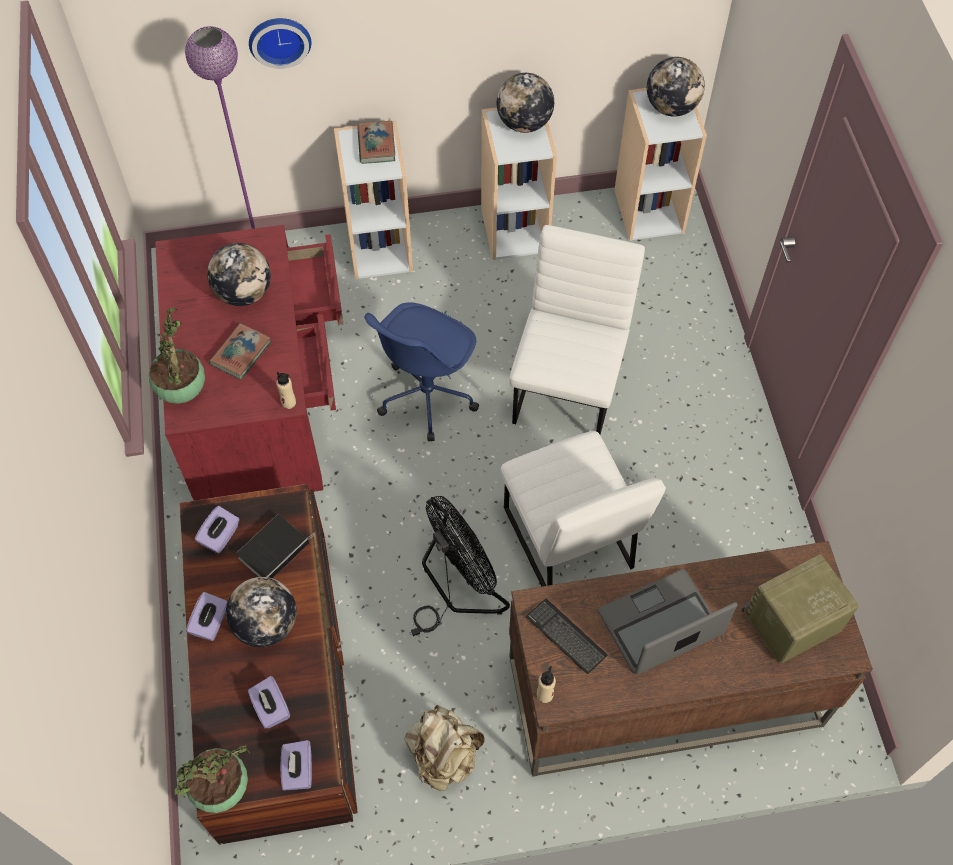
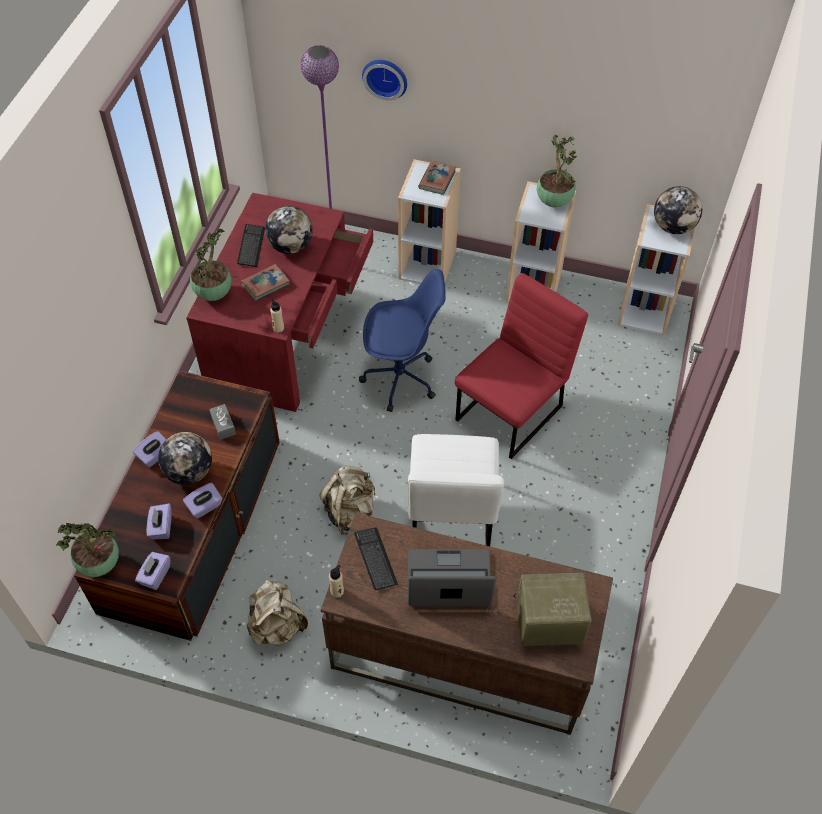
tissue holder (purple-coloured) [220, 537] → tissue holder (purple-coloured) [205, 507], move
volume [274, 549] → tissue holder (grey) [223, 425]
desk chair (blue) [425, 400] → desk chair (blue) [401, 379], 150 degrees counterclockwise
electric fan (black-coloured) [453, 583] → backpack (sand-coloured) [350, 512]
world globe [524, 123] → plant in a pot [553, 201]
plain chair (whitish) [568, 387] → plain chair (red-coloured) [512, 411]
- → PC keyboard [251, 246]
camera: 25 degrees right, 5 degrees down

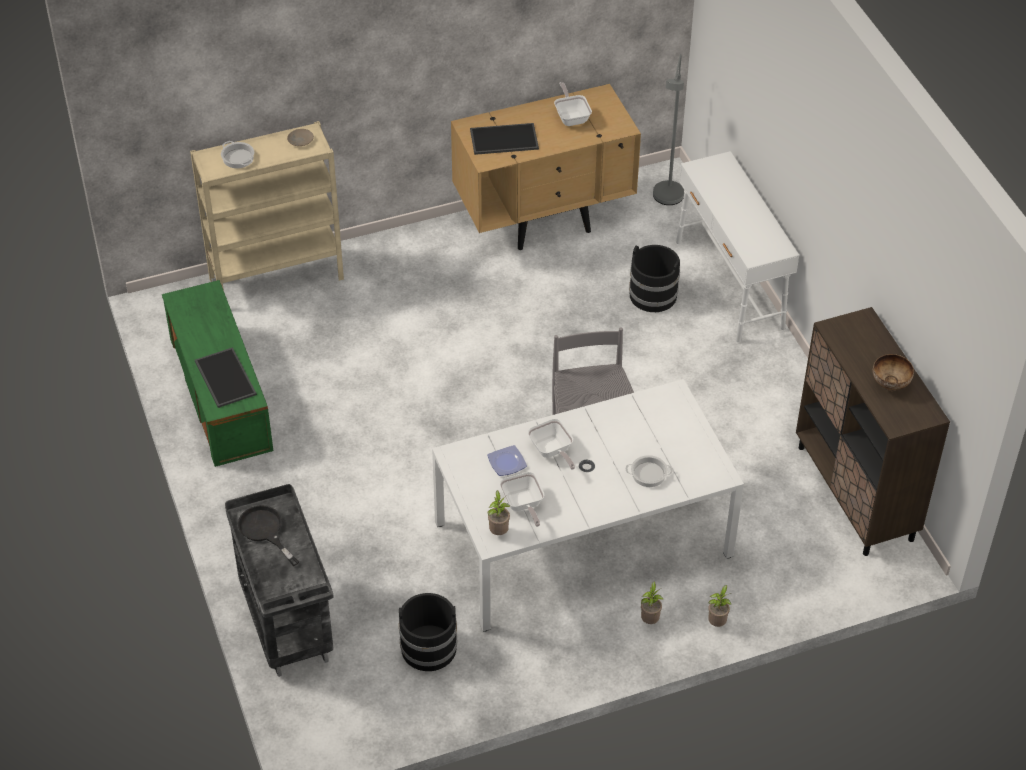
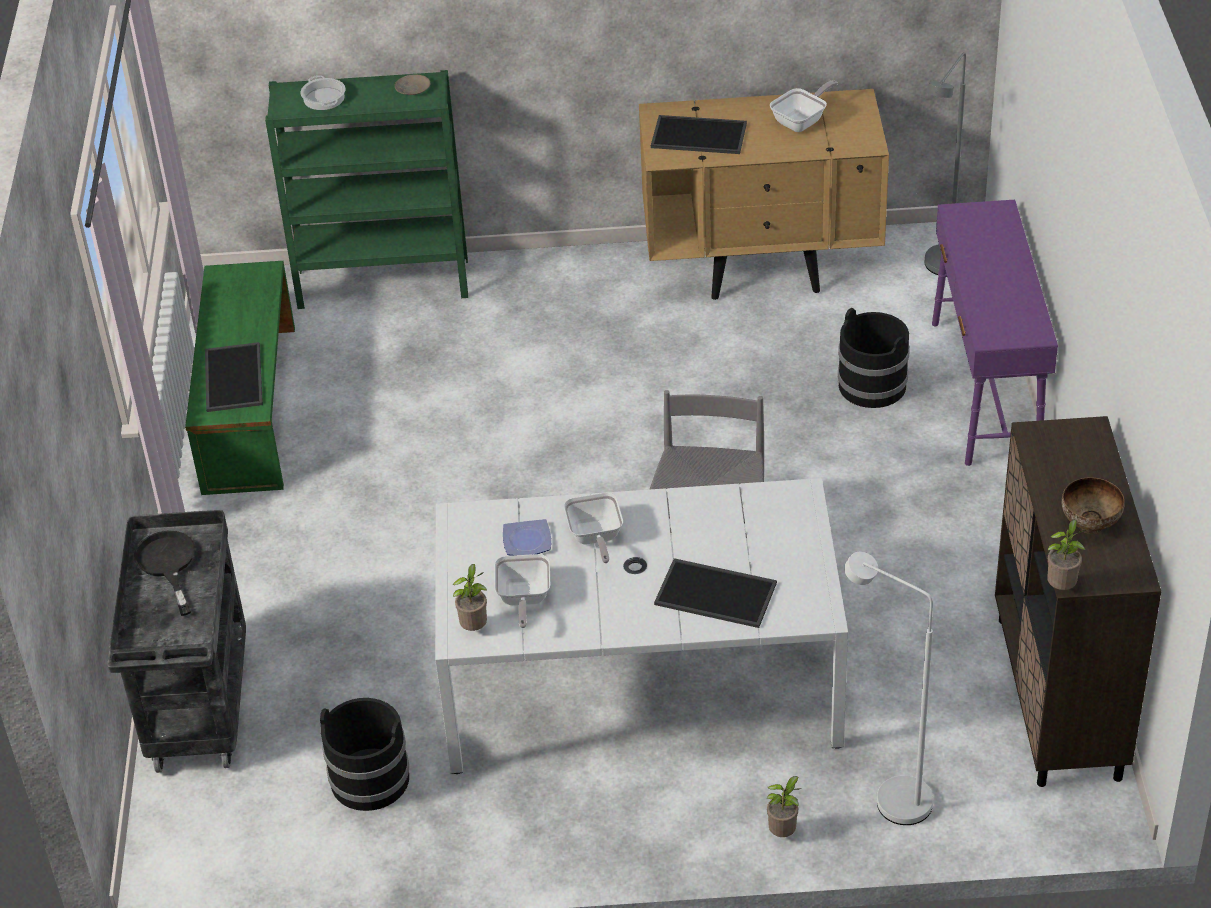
shelving unit (sand-coloured) [276, 278] → shelving unit (greenish) [383, 283]
frying pan [571, 117] → frying pan [802, 121], 45 degrees clockwise
stockpot [649, 474] → tray [717, 593]
plant in a pot [650, 620] → plant in a pot [1062, 587], move
narrow table (whitish) [728, 285] → narrow table (purple-coloured) [983, 390]
- → standing lamp (whitish) [890, 796]
camera: 20 degrees right, 5 degrees down

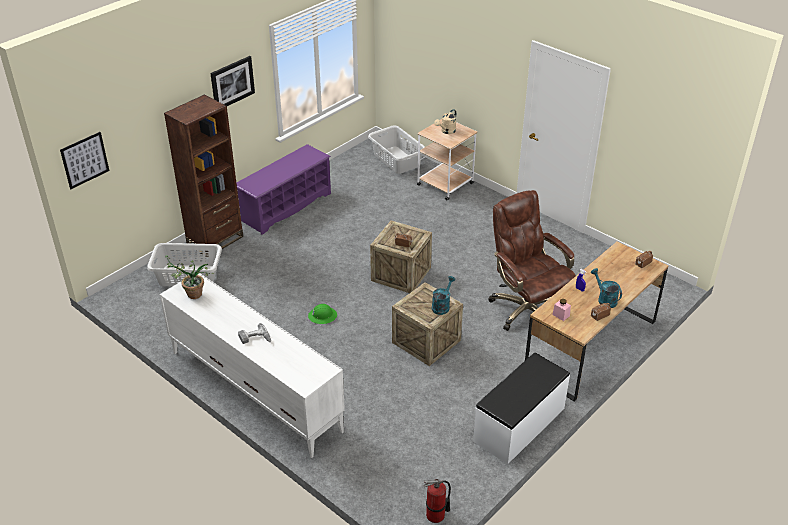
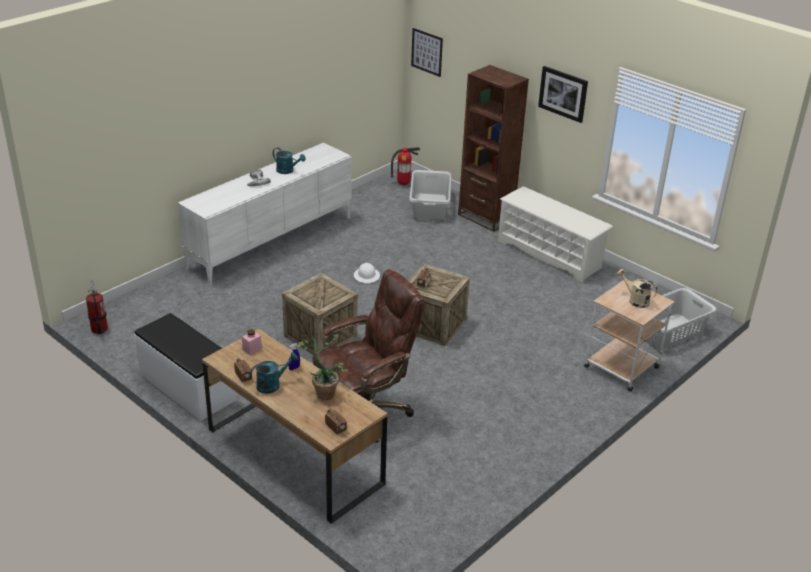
plant in a pot [190, 294] → plant in a pot [325, 391], move
shoe stand (purple-coloured) [286, 207] → shoe stand (whitish) [549, 255]
safety helmet (greenish) [322, 316] → safety helmet (whitish) [366, 276]
watering pot (turquoise-coloured) [442, 306] → watering pot (turquoise-coloured) [288, 171], move
- → fire extinguisher [403, 184]
camera: 90 degrees right, 5 degrees down

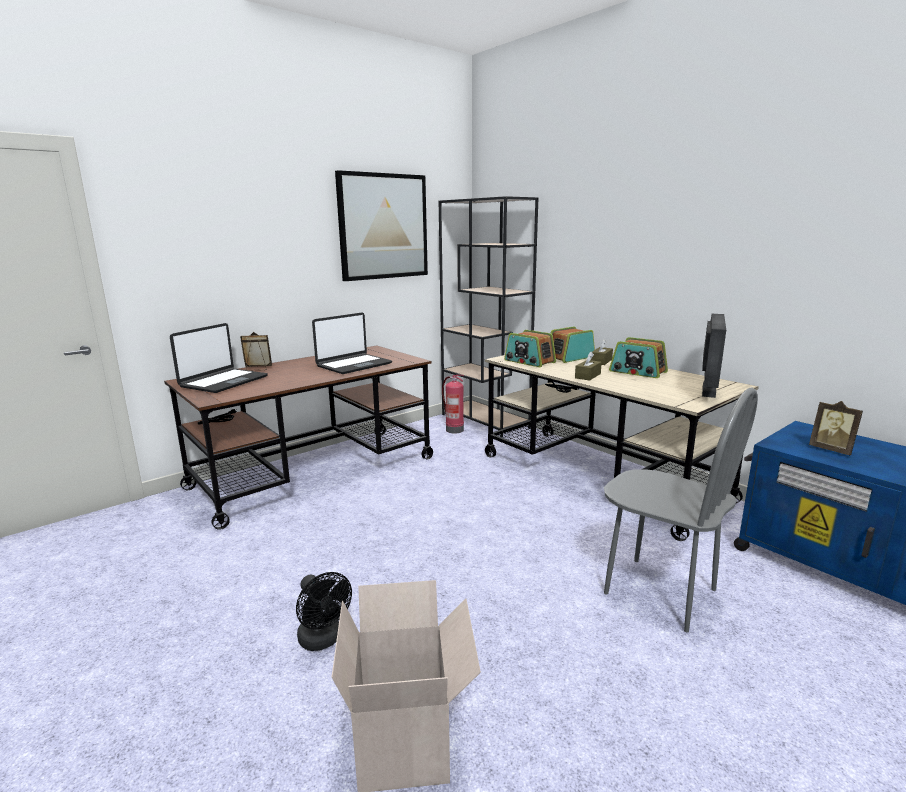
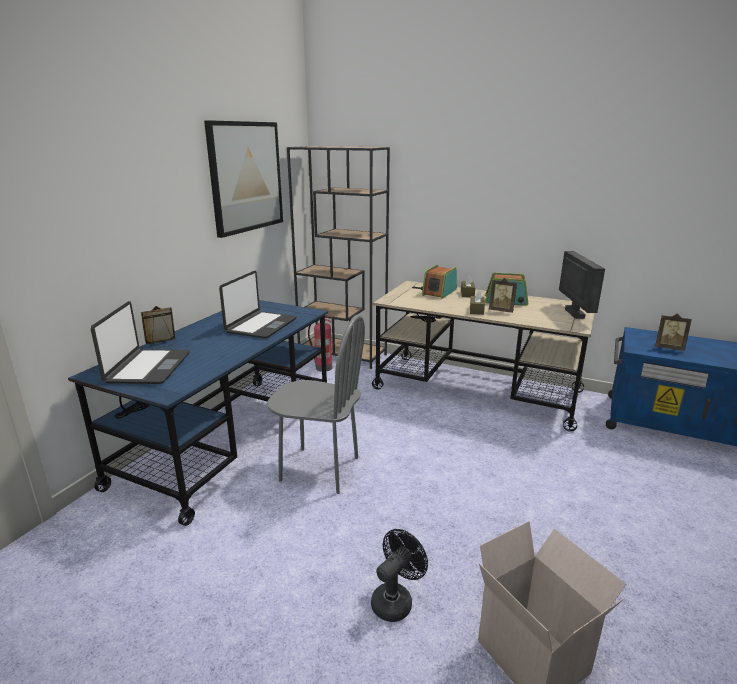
desk table (brown) [314, 473] → desk table (blue) [229, 439]
electric fan (black-coloured) [323, 640] → electric fan (black-coloured) [395, 600], 75 degrees counterclockwise
radio [529, 361] → -
plain chair (grey) [659, 592] → plain chair (grey) [319, 469], move
- → picture frame [501, 310]
camera: 25 degrees left, 5 degrees up

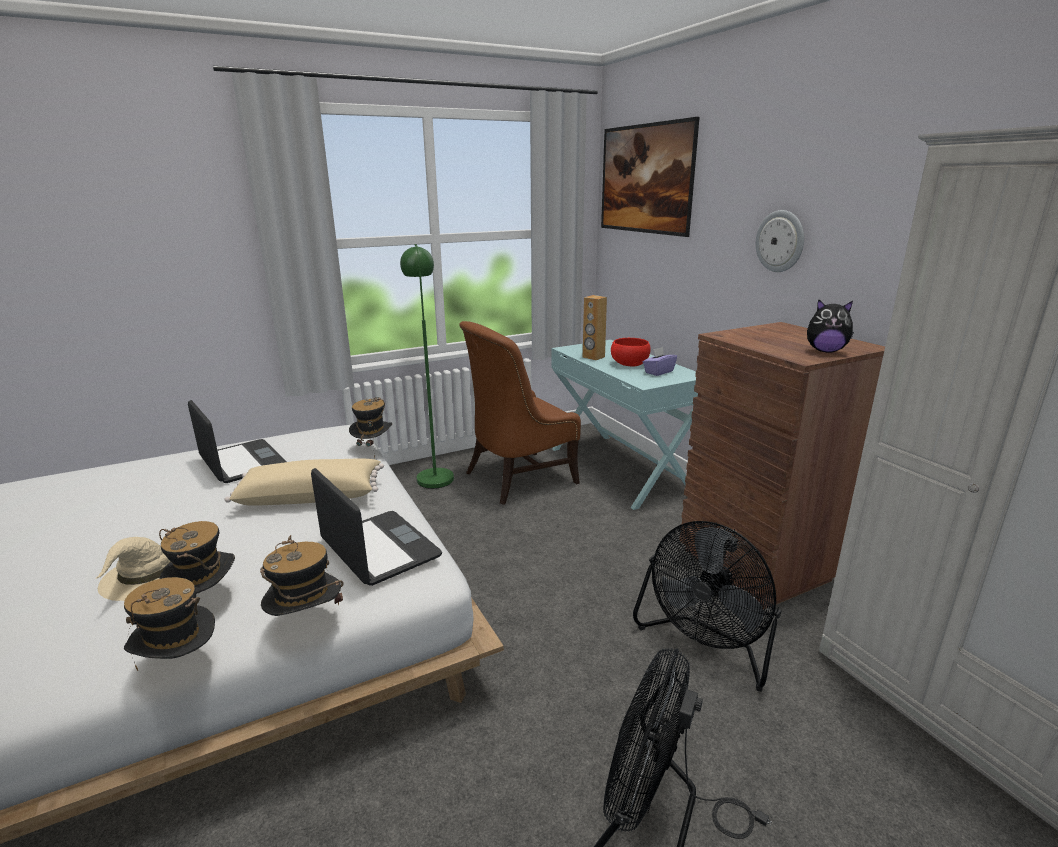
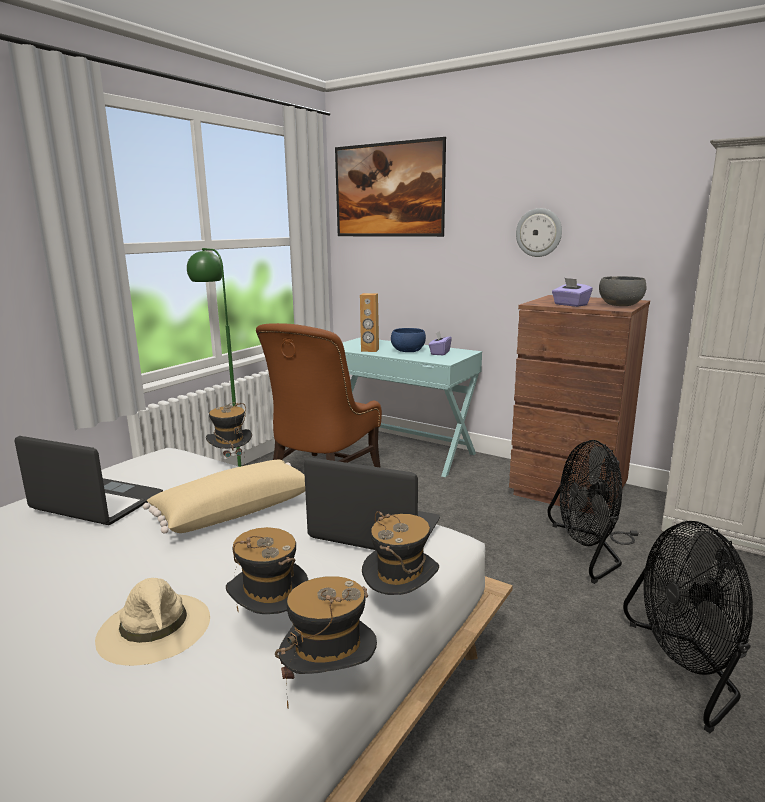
serving bowl (red-coloured) [629, 364] → serving bowl (blue) [408, 351]
electric fan (black-coloured) [703, 640] → electric fan (black-coloured) [591, 549], 75 degrees clockwise
cuddly toy [825, 351] → serving bowl (grey) [620, 305]
- → tissue holder (purple-coloured) [570, 305]
camera: 30 degrees left, 5 degrees down

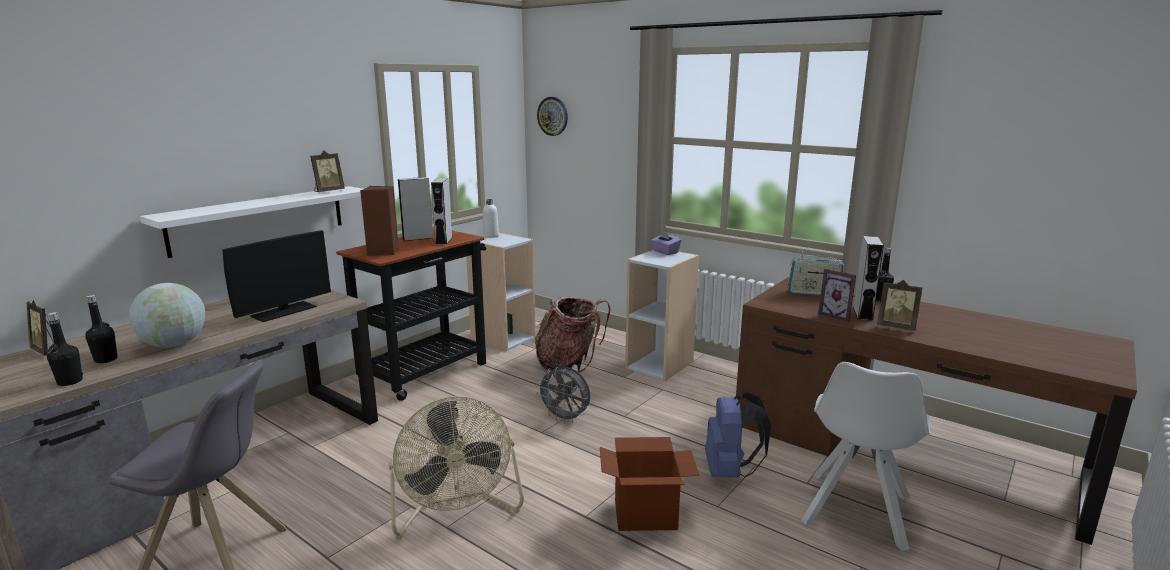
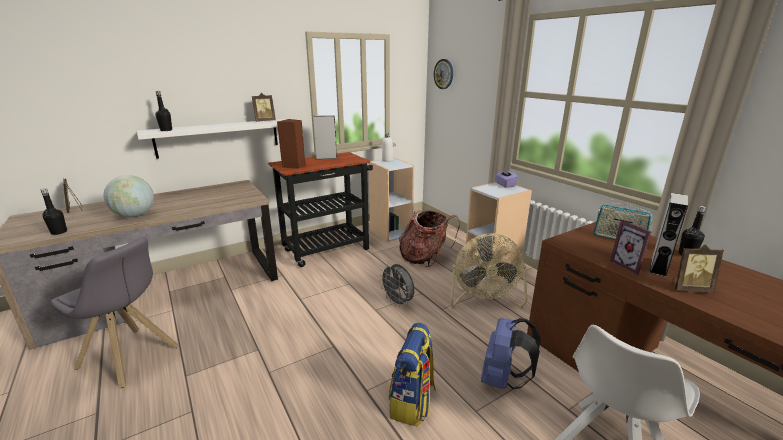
drink bottle (black-coloured) [106, 360] → drink bottle (black-coloured) [166, 130], move
monitor [284, 311] → -
electric fan (sand-coloured) [451, 511] → electric fan (sand-coloured) [481, 299], move
speaker (grey) [443, 240] → -
carton [646, 515] → backpack [412, 403]
picture frame [896, 327] → picture frame [689, 288], 45 degrees counterclockwise
camera: 20 degrees right, 5 degrees up

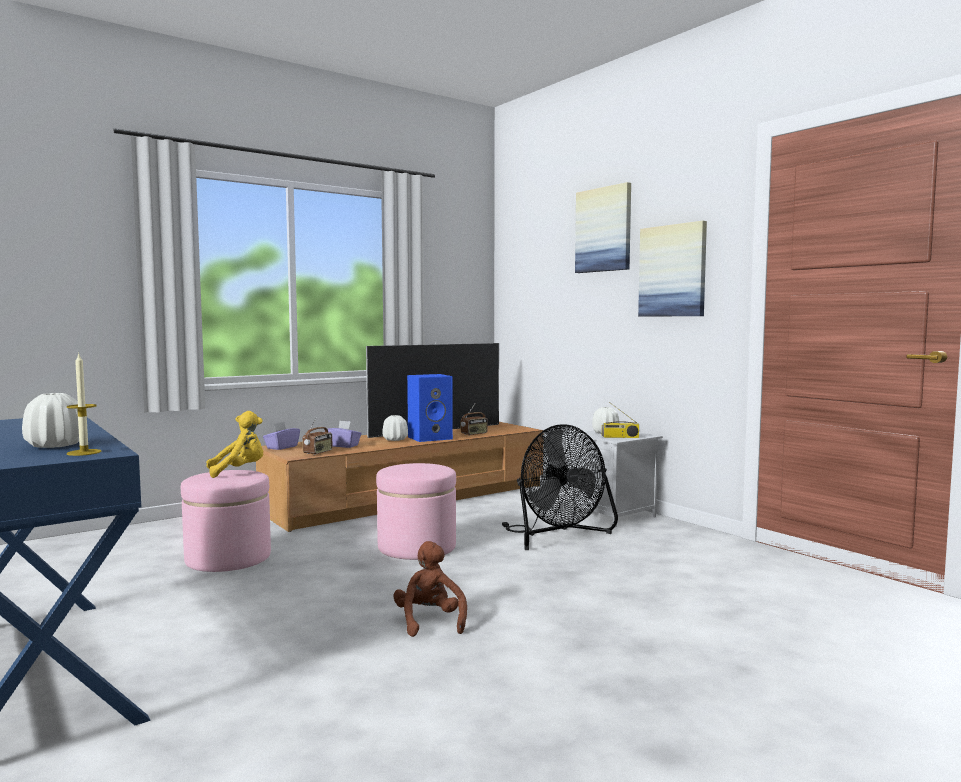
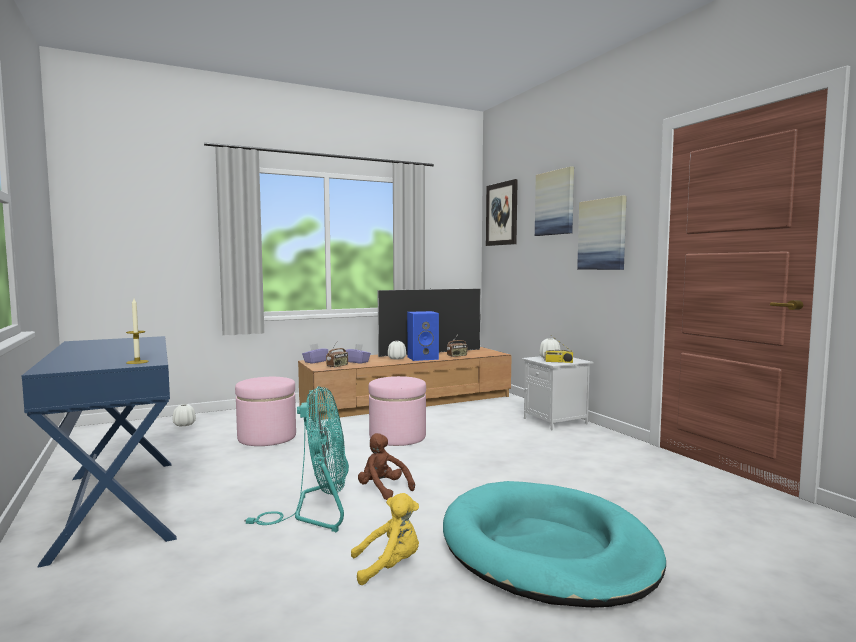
flower vase (whitish) [55, 445] → flower vase (whitish) [184, 424], move
cuddly toy (yellow) [239, 471] → cuddly toy (yellow) [389, 566], move
cuddly toy (brown) [430, 622] → cuddly toy (brown) [383, 490], 45 degrees counterclockwise
electric fan (black-coloured) [553, 536] → -
- → electric fan (turquoise-coloured) [315, 508]
- → dog bed (turquoise-coloured) [547, 549]
- → wall picture [502, 214]
camera: 10 degrees right, 0 degrees up

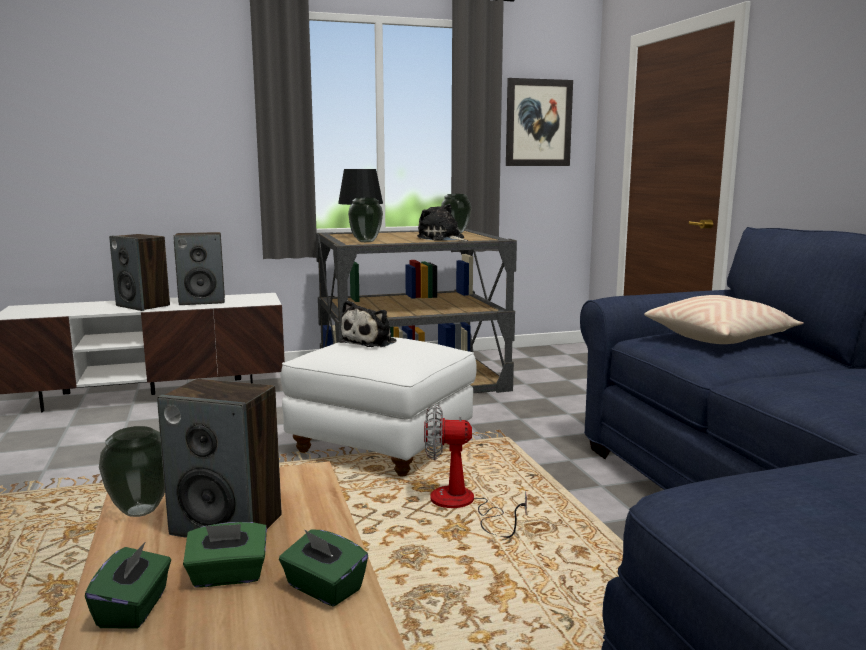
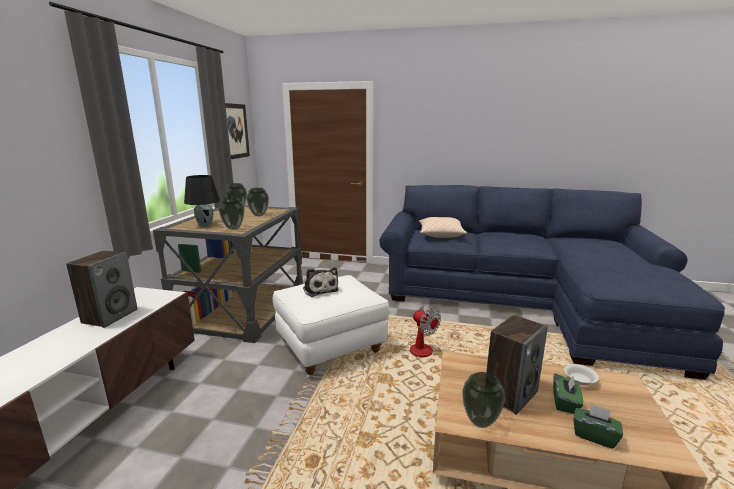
speaker [143, 306] → -
tissue holder (greenish) [323, 588] → serving bowl (whitish) [579, 380]
cuddly toy [442, 239] → flower vase [259, 215]
electric fan [462, 506] → electric fan [421, 346], 75 degrees counterclockwise
camera: 60 degrees left, 5 degrees up

